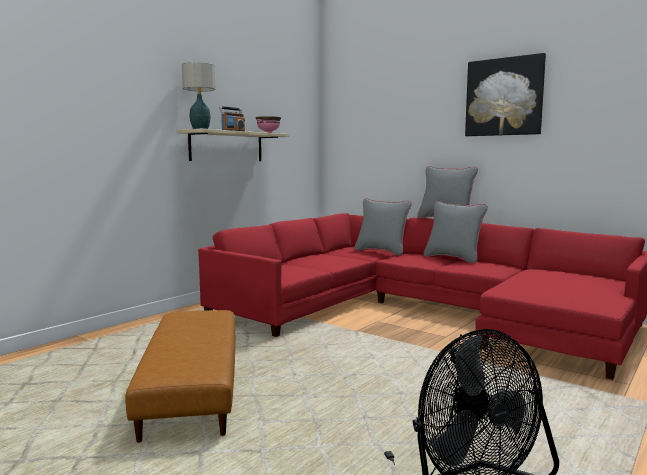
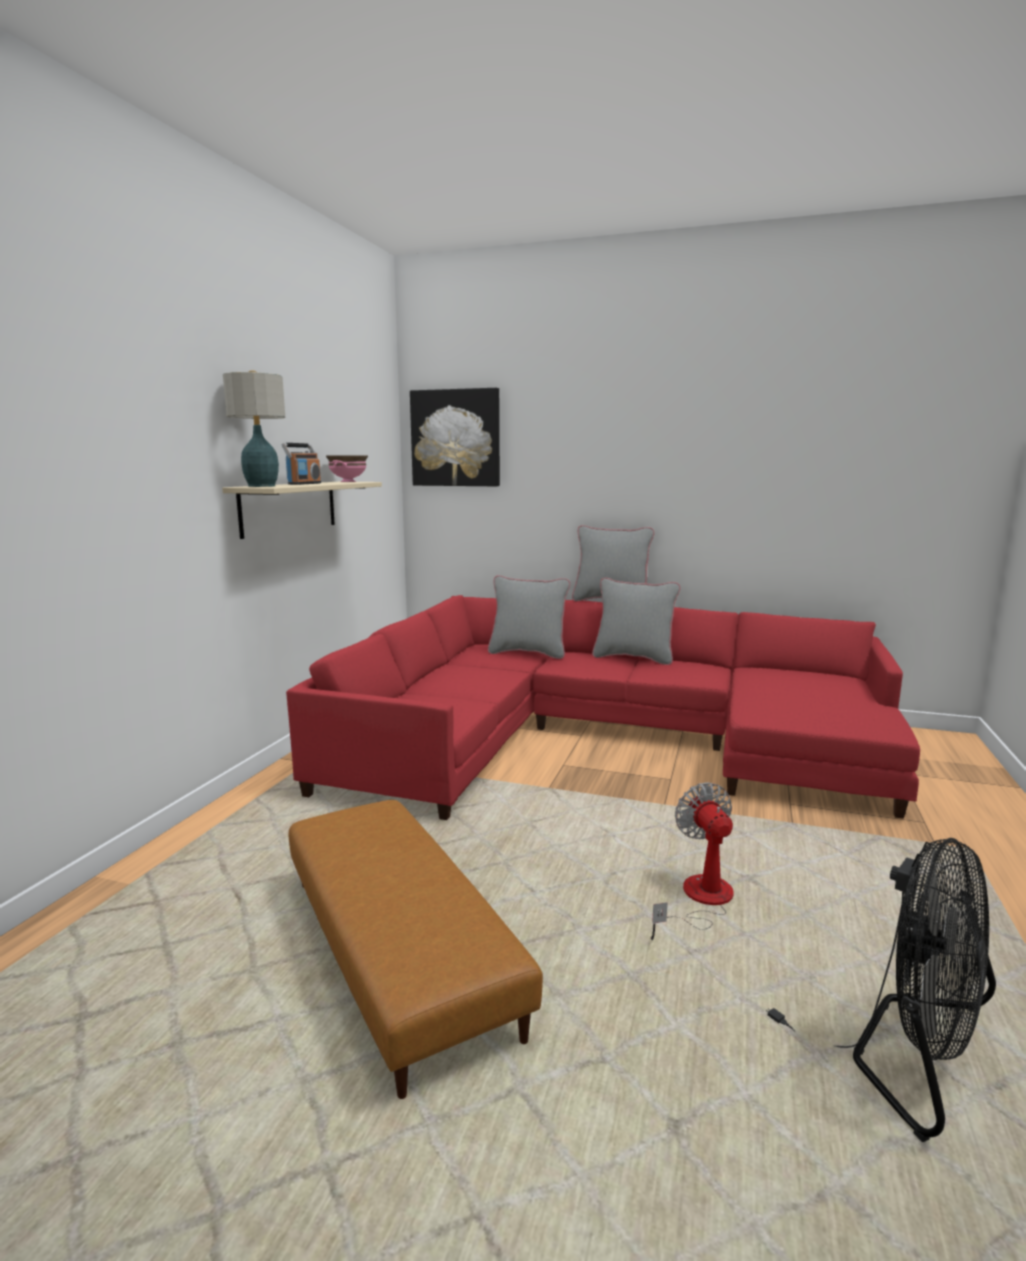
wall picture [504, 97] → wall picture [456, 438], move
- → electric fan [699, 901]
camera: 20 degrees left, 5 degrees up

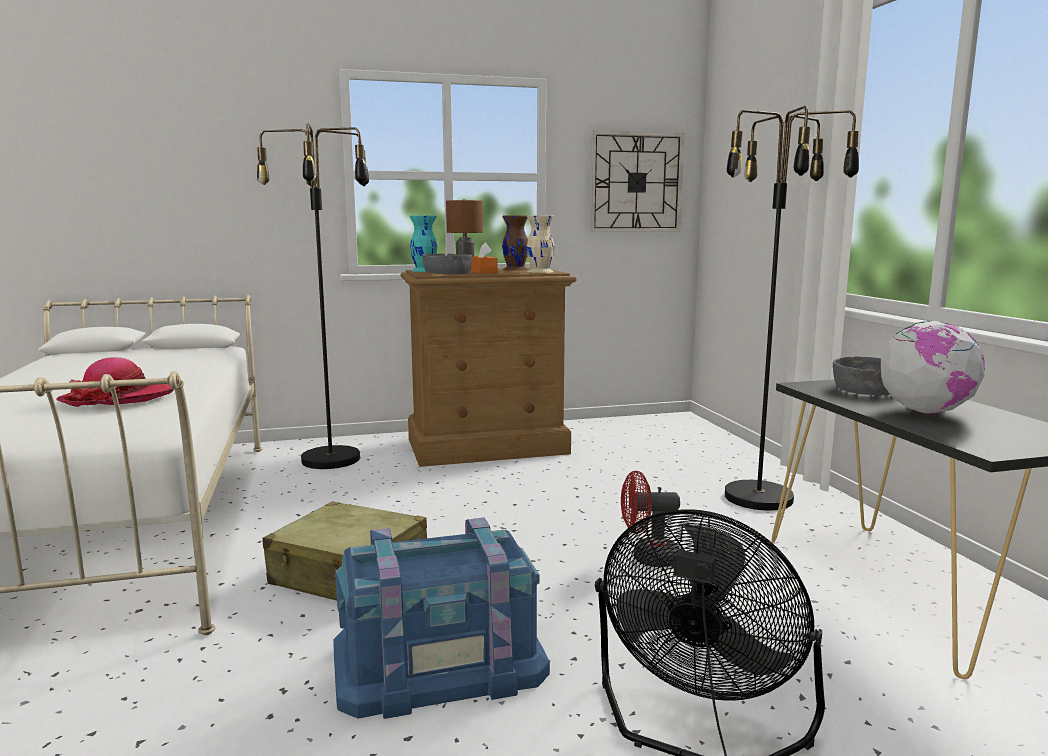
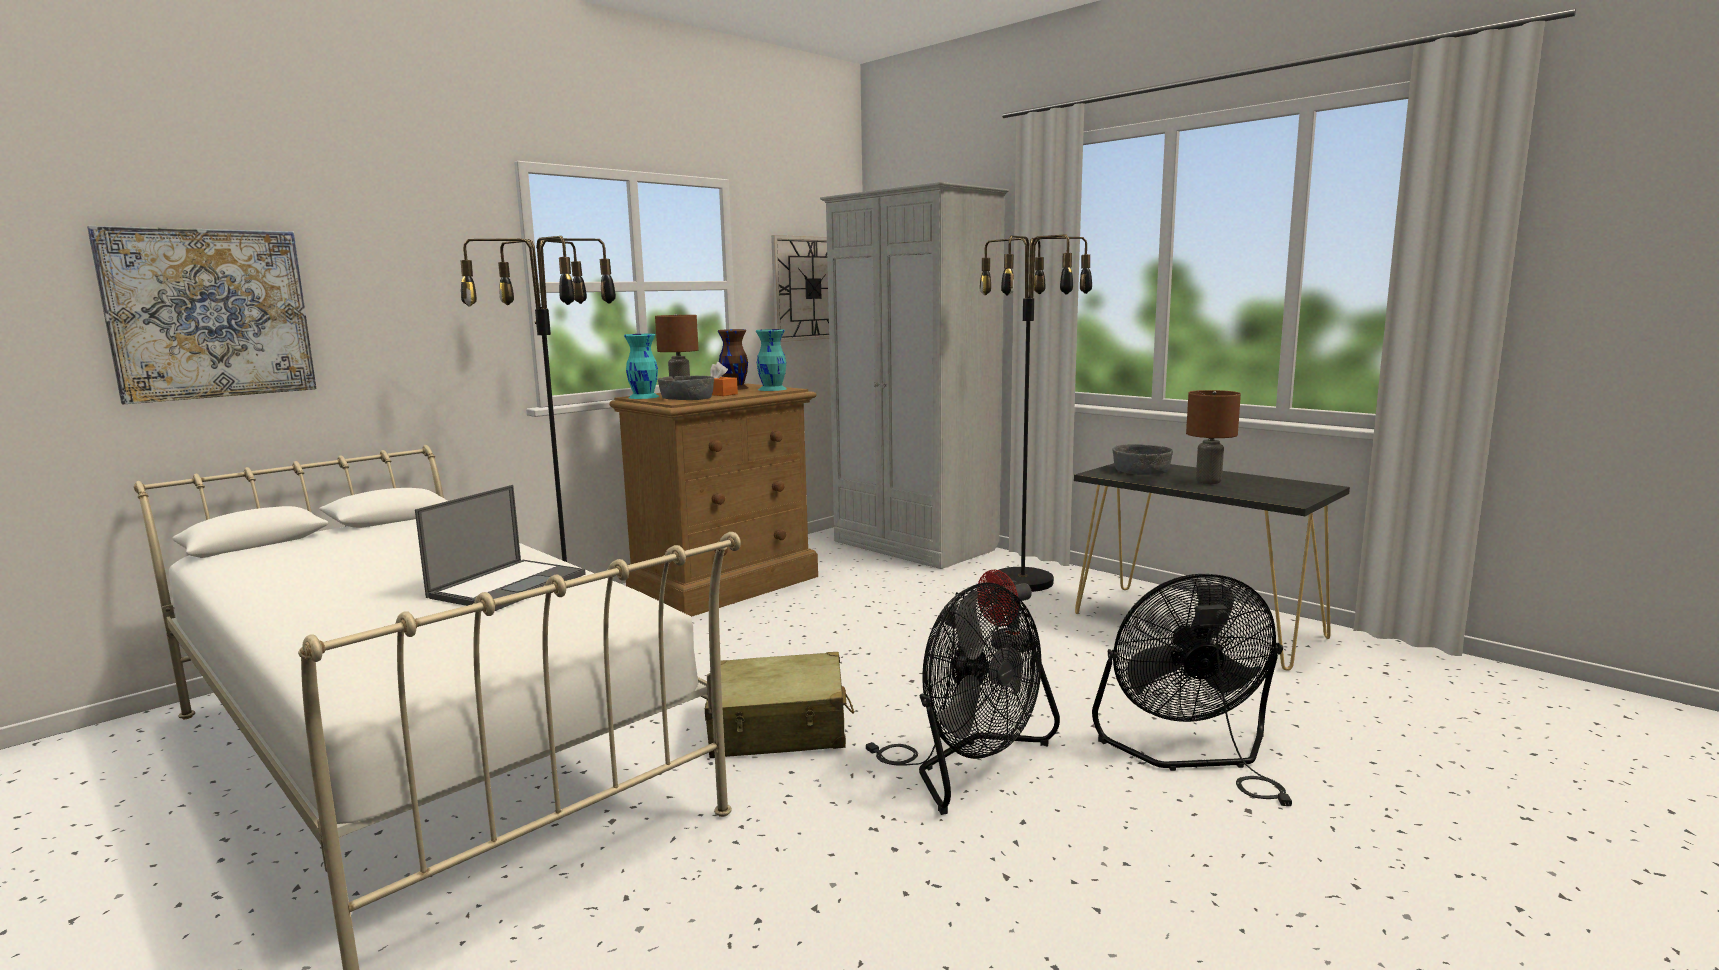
clothing hat [118, 398] → notebook computer [509, 585]
storage box (blue) [439, 661] → electric fan (black-coloured) [964, 766]
flower vase (sand-coloured) [540, 271] → flower vase (turquoise-coloured) [773, 389]
world globe [925, 411] → table lamp (brown) [1208, 481]
- → wall picture [209, 314]
- → wardrobe (whitish) [914, 545]
camera: 30 degrees left, 0 degrees up

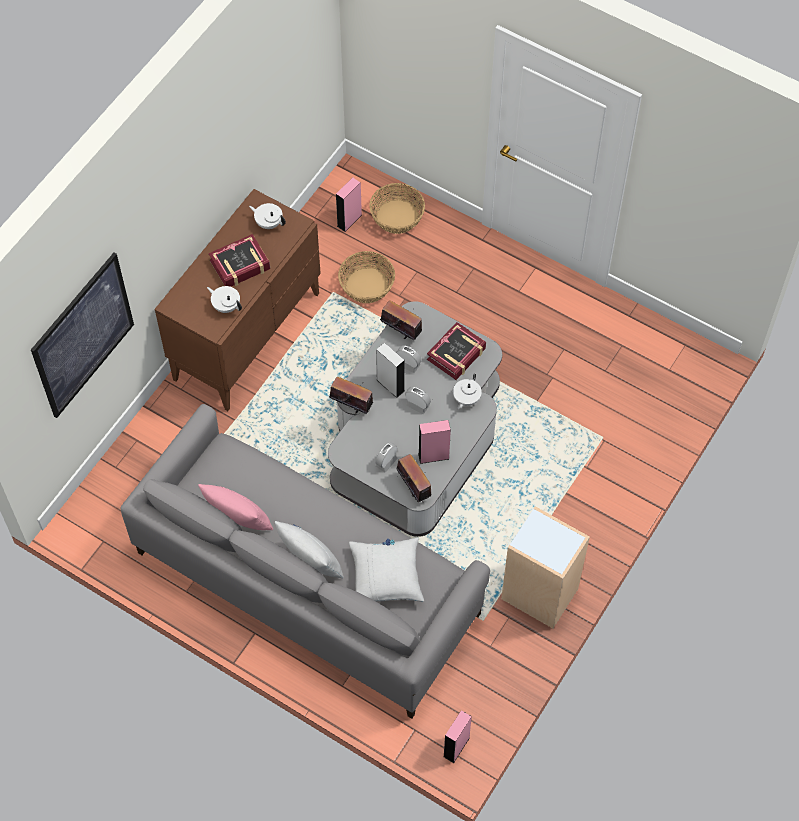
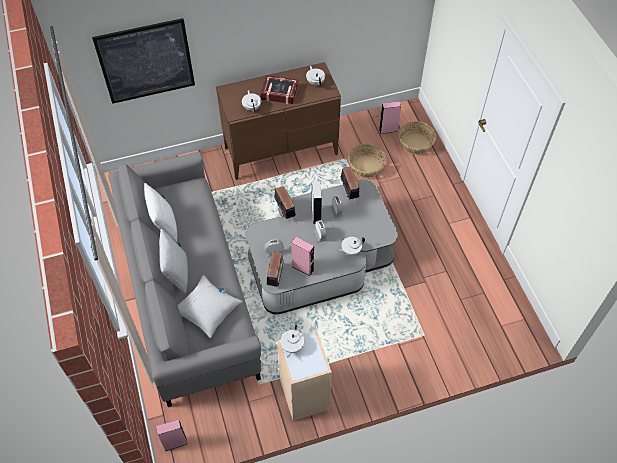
cushion (pinkish) [239, 521] → cushion (whitish) [164, 225]
volume [456, 354] → -
- → teapot (whitish) [292, 346]
camera: 40 degrees right, 5 degrees down

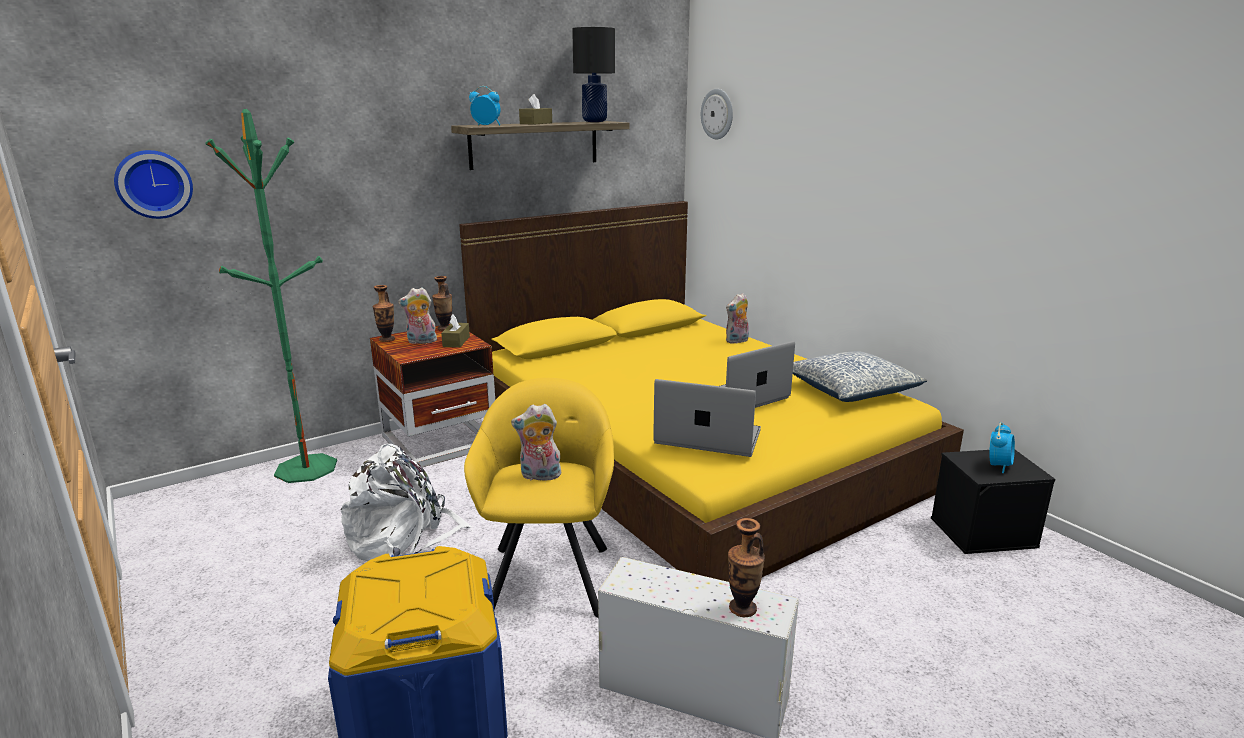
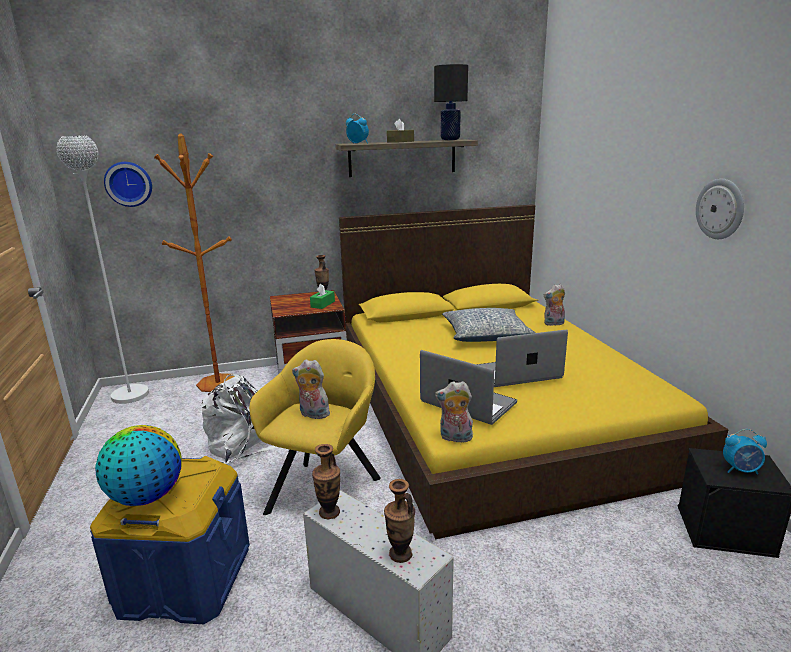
garment rack (greenish) [306, 468] → garment rack (orange-coloured) [218, 383]
flower vase [387, 339] → flower vase [329, 512], move
cuddly toy [421, 342] → cuddly toy [455, 438], move
tissue holder (brown) [456, 341] → tissue holder (greenish) [323, 304]
hanging clock [717, 114] → hanging clock [720, 209], move
cushion [850, 390] → cushion [486, 335], move
table clock [998, 465] → table clock [741, 470], 45 degrees clockwise
- → standing lamp (whitish) [130, 395]
- → world globe [146, 497]
camera: 20 degrees right, 0 degrees up

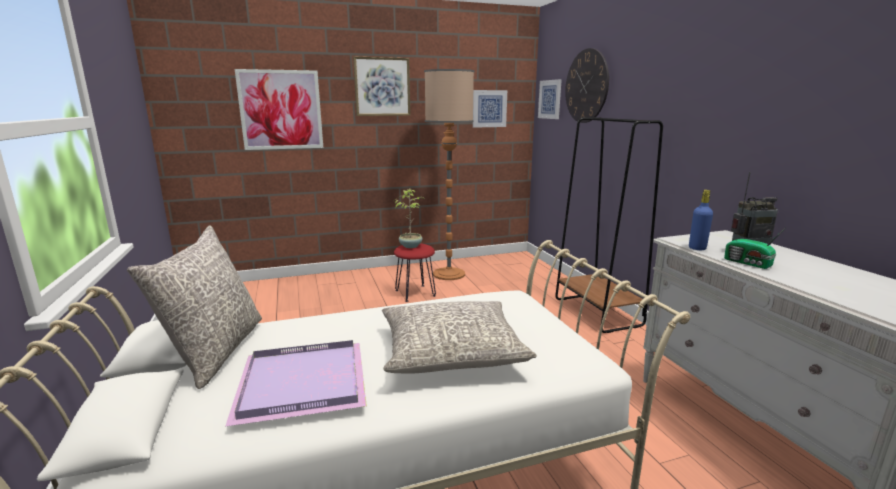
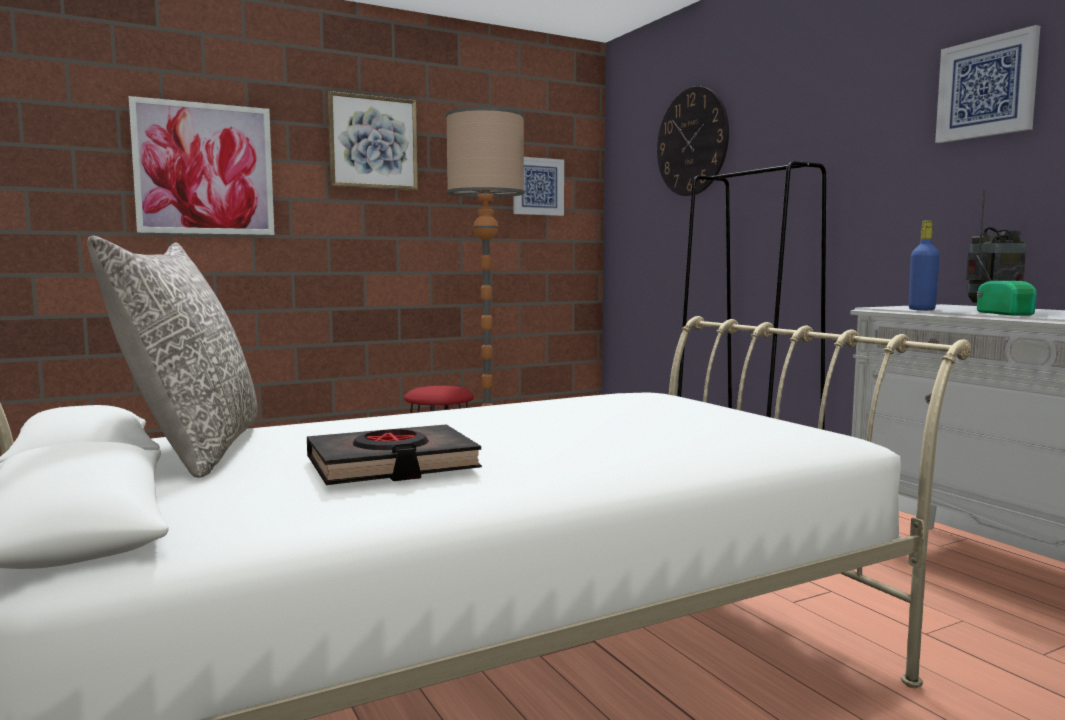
tray (purple-coloured) [305, 384] → volume (black-coloured) [392, 466]
cushion (grey) [451, 351] → -
plant in a pot [410, 246] → -
wall picture [550, 99] → wall picture [986, 88], move
radio [748, 263] → radio [1004, 313], 135 degrees counterclockwise
camera: 10 degrees left, 10 degrees down

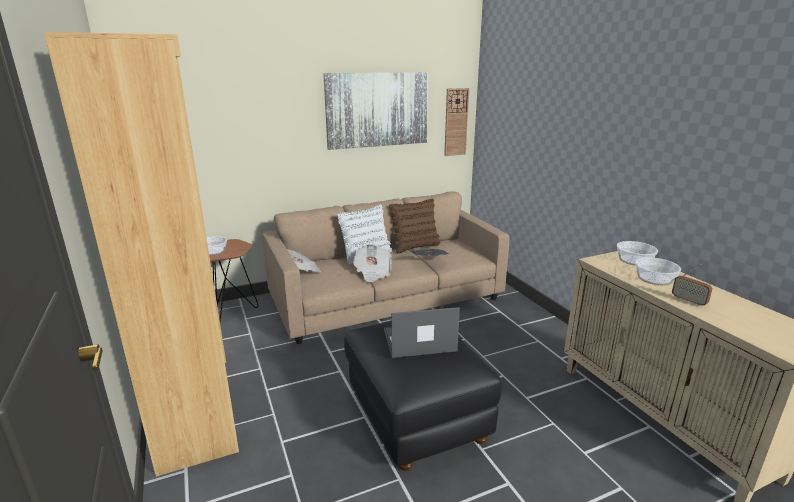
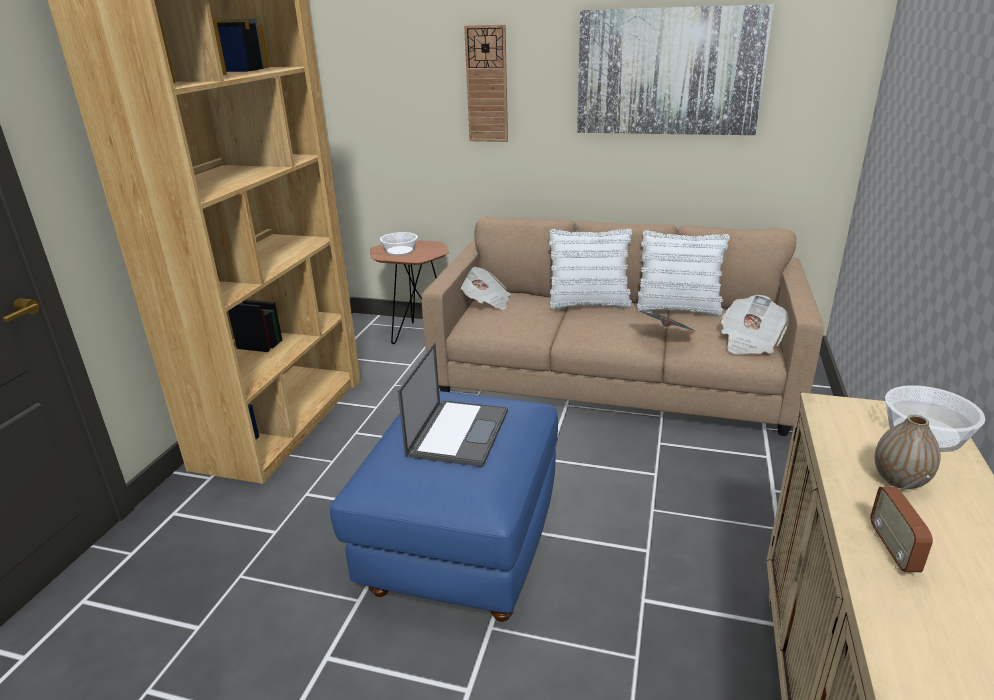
pouffe (black-coloured) [415, 417] → pouffe (blue) [462, 542]
printed paper [373, 273] → printed paper [749, 342], move
notebook computer [418, 341] → notebook computer [458, 432], 75 degrees clockwise
cushion (brown) [415, 247] → cushion (whitish) [678, 309]
hanging clock [456, 122] → hanging clock [487, 85], move
serving bowl [654, 278] → flower vase [899, 480]
camera: 40 degrees right, 5 degrees up

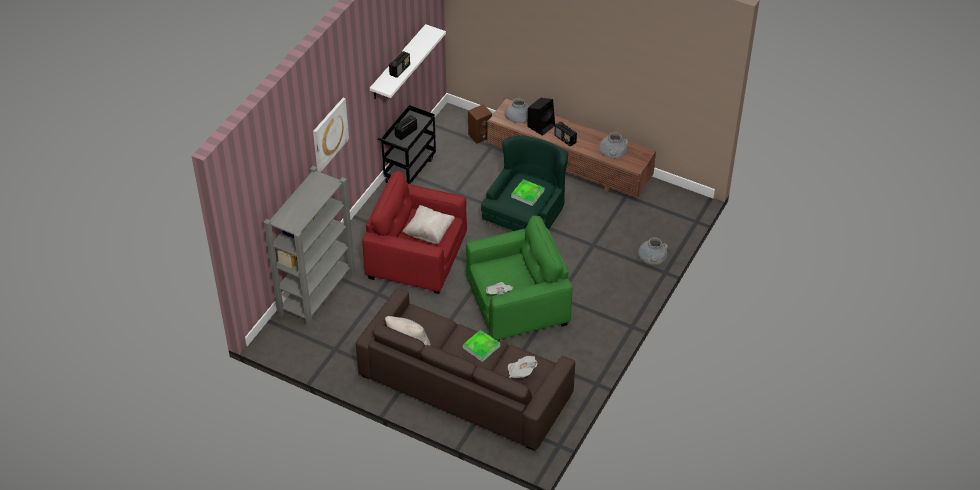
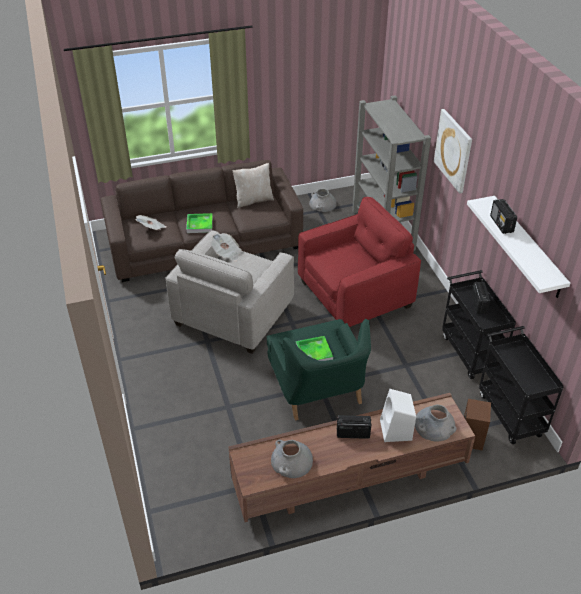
cushion (sand-coloured) [429, 232] → -
easy chair (greenish) [517, 304] → easy chair (grey) [233, 314]
speaker (black-coloured) [541, 125] → speaker (whitish) [396, 430]
flower vase (grey) [652, 254] → flower vase (grey) [322, 204], move
- → cart (black-coloured) [508, 414]
camera: 135 degrees right, 5 degrees down

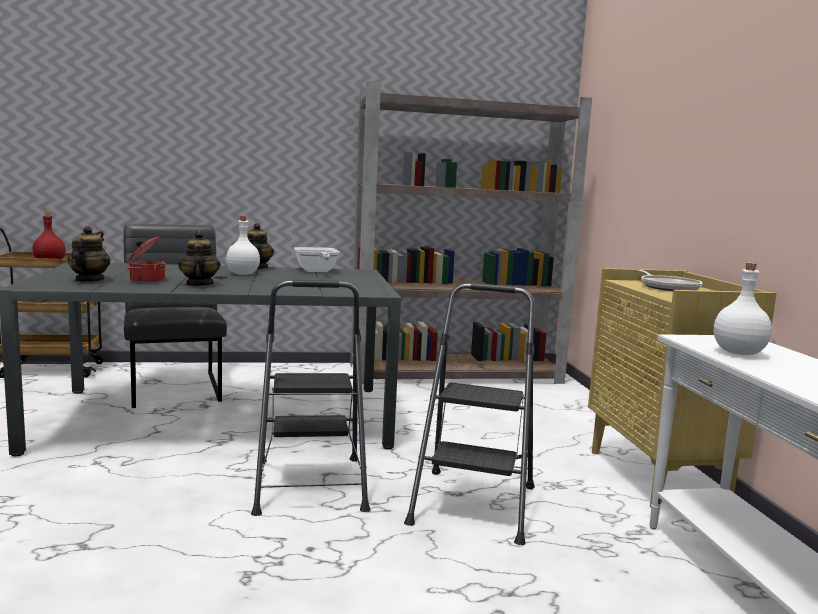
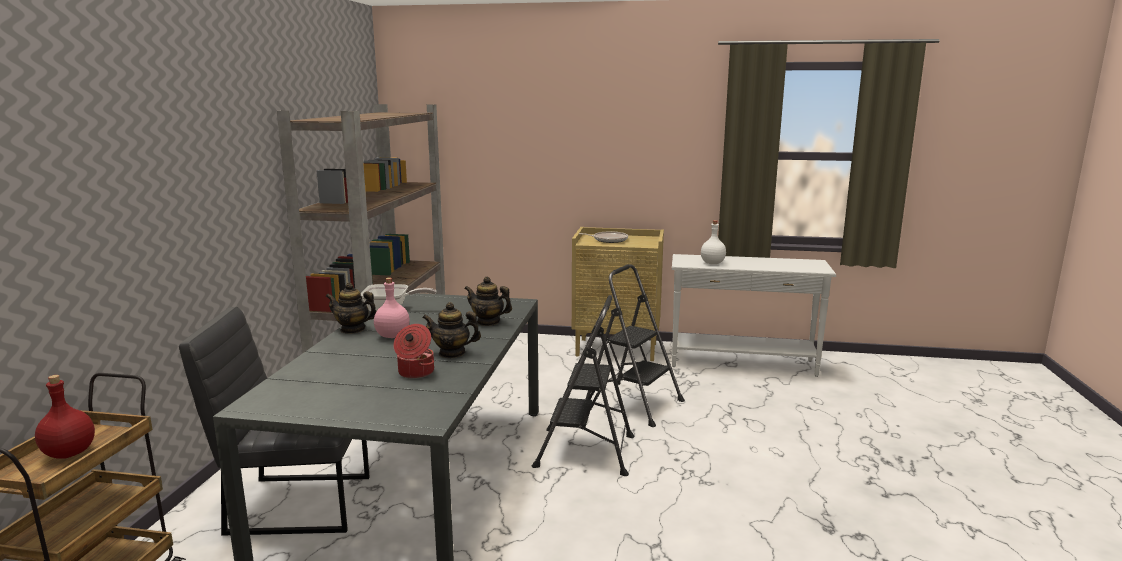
teapot [89, 280] → teapot [488, 322], move
drink bottle (whitish) [242, 274] → drink bottle (pinkish) [392, 336]
camera: 70 degrees left, 5 degrees up

